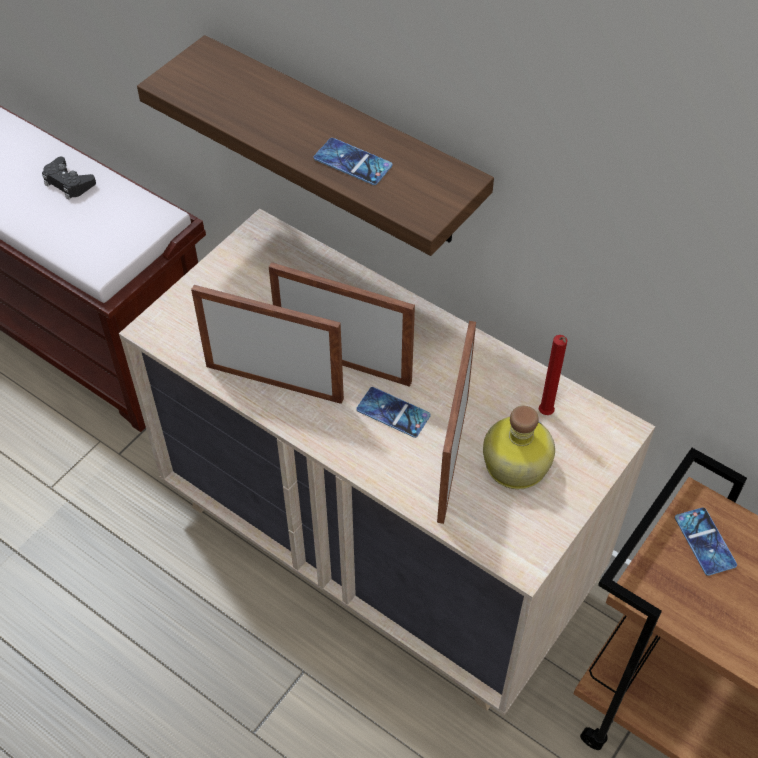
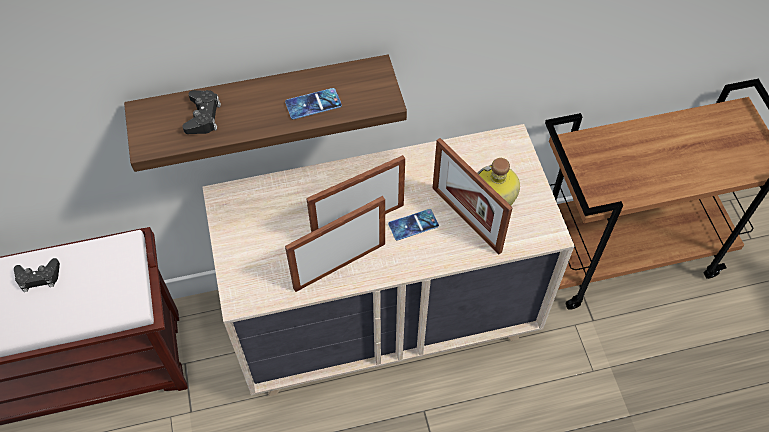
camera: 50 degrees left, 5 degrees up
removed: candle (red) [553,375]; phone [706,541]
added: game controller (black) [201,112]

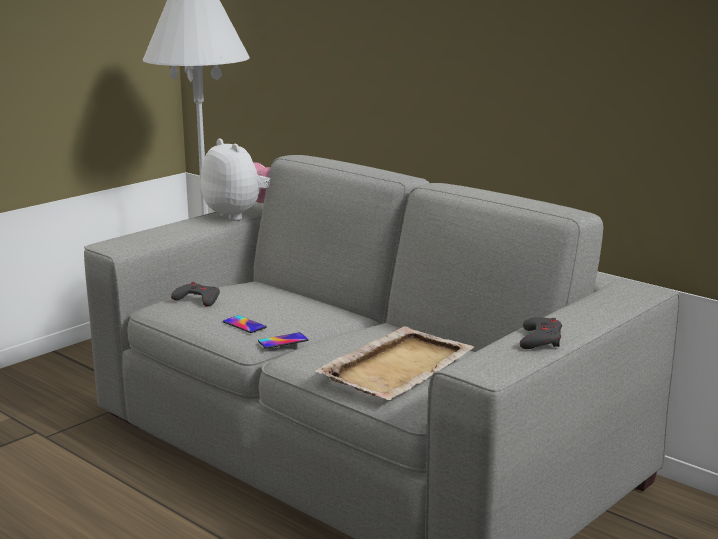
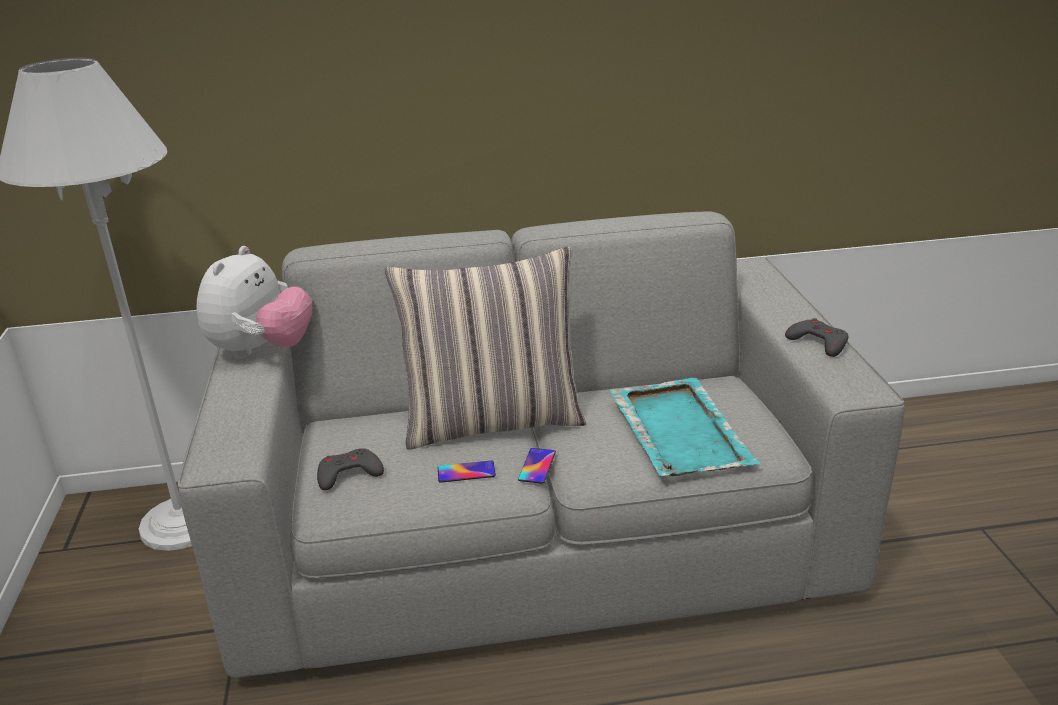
camera: 50 degrees left, 10 degrees up
added: pillow [485,348]
recoloured: tray (beige) [395,363] to tray (turquoise) [685,427]
turned: plush toy [236,179] = [254,302] 105 degrees clockwise

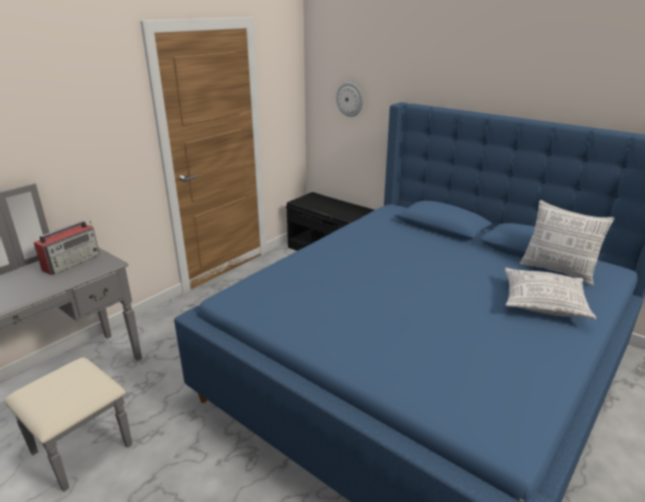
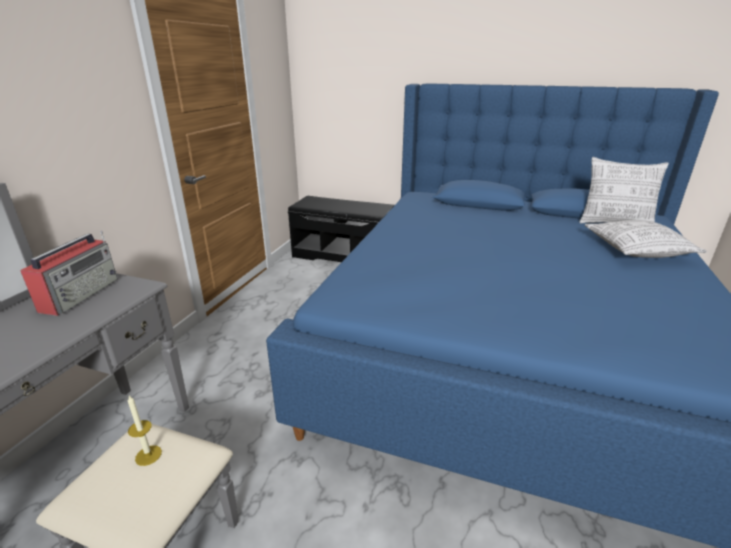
camera: 20 degrees left, 0 degrees up
removed: wall clock [349,99]
added: candle [145,431]

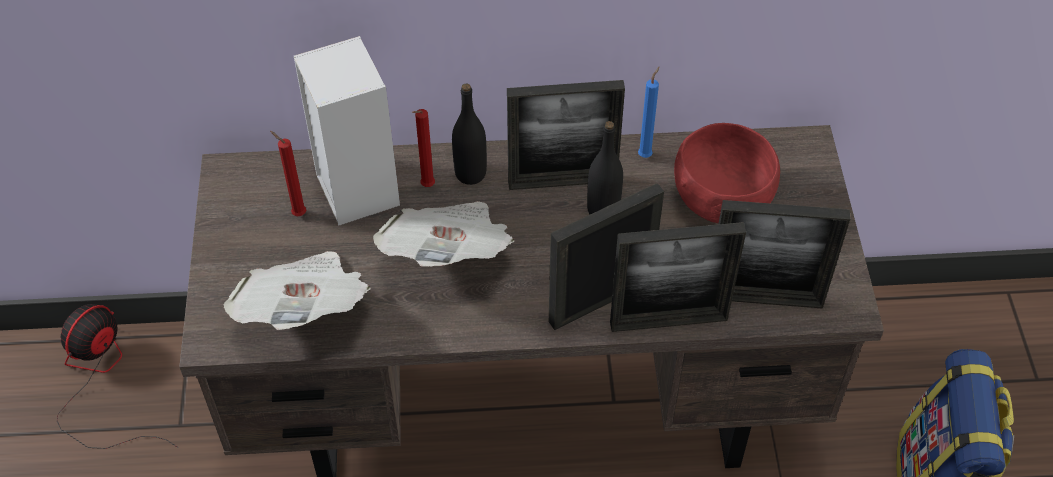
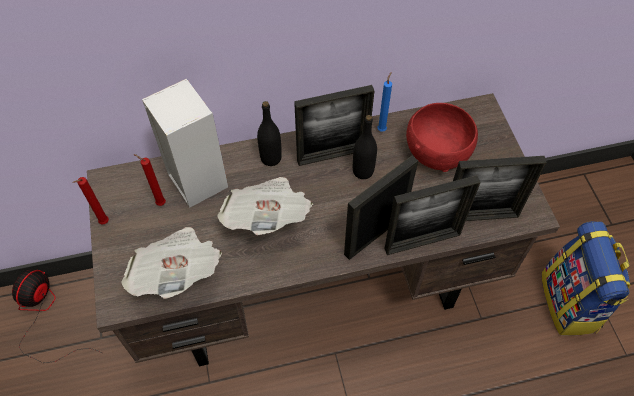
camera: 10 degrees left, 5 degrees up
moved: candle (red) [423,148] to [90,201]

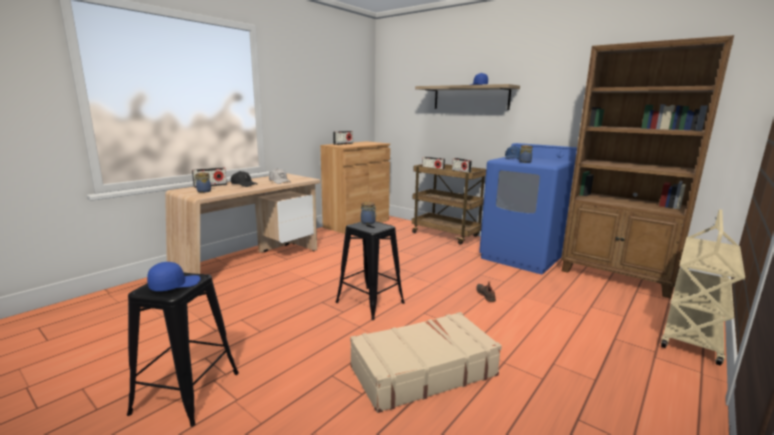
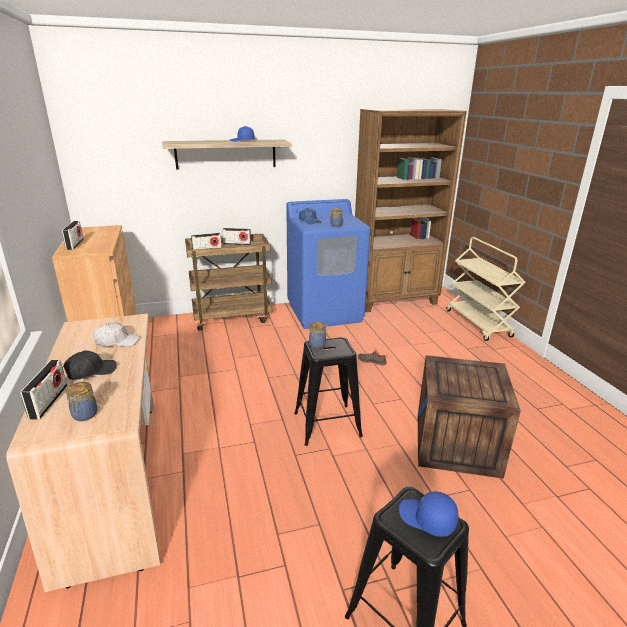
camera: 55 degrees left, 10 degrees up
replaced: suitcase (beige) [426,362] to crate [469,417]
turned: cap (blue) [174,276] = [428,514] 45 degrees counterclockwise

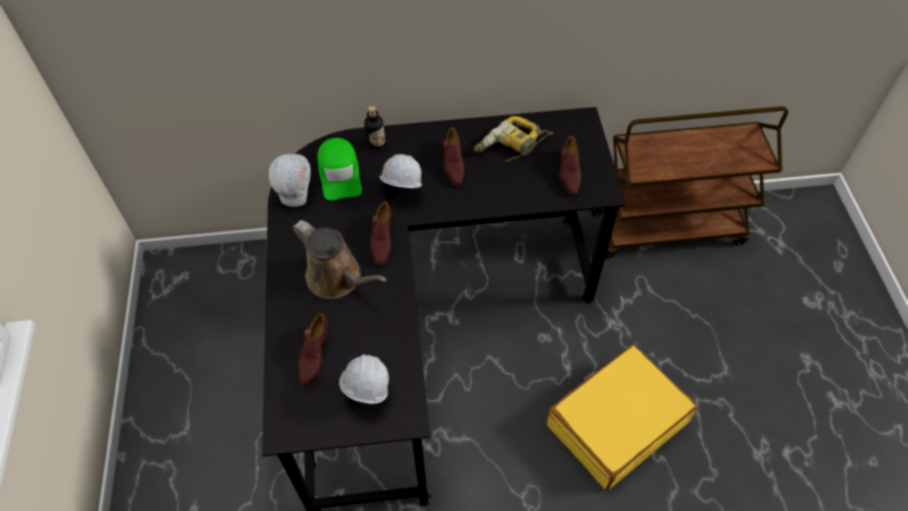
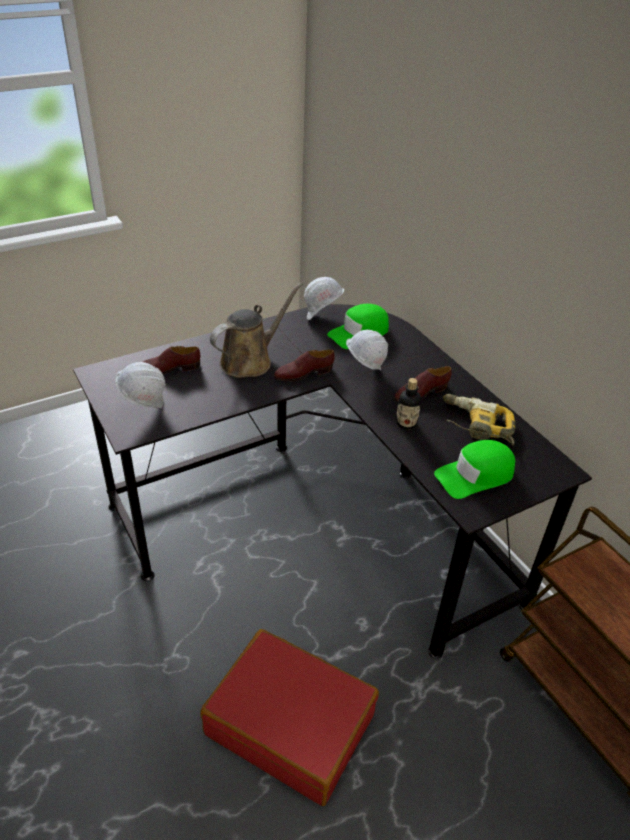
camera: 65 degrees right, 15 degrees down
moved: bottle [374,127] to [408,404]
replaced: shoe (brown) [570,165] to cap (green) [474,469]
recoloured: suitcase (yellow) [622,417] to suitcase (red) [290,717]
turned: watering can (brown) [340,259] = [256,330] 150 degrees counterclockwise

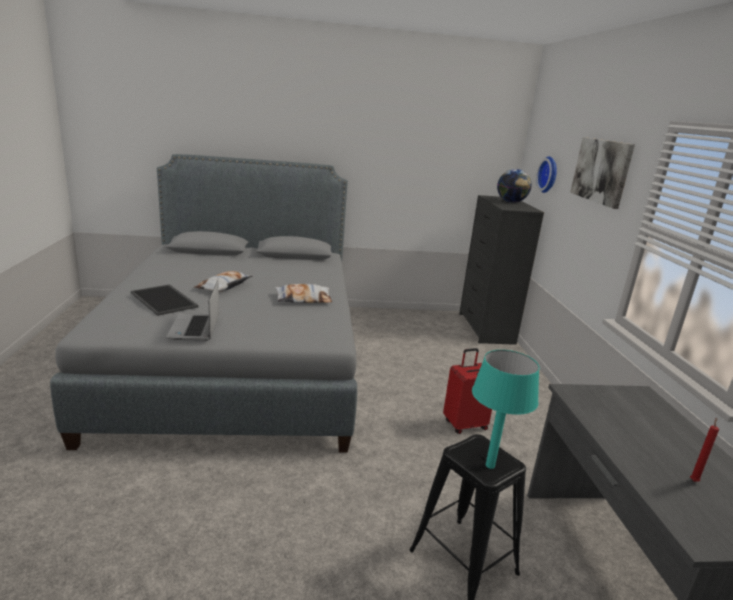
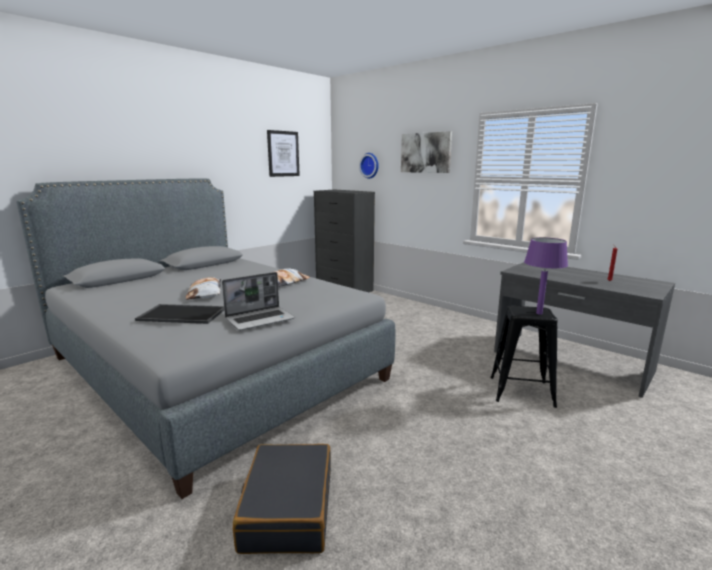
camera: 40 degrees left, 5 degrees down
removed: globe [514,186]; suitcase (red) [467,391]
added: picture [283,153]; suitcase (black) [282,499]
recoloured: table lamp (turquoise) [506,409] to table lamp (purple) [546,276]
turned: laptop [192,310] = [258,301] 75 degrees counterclockwise

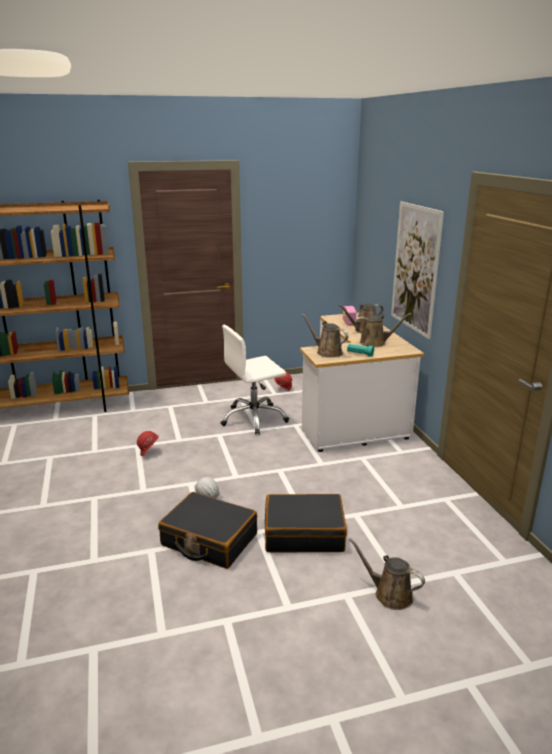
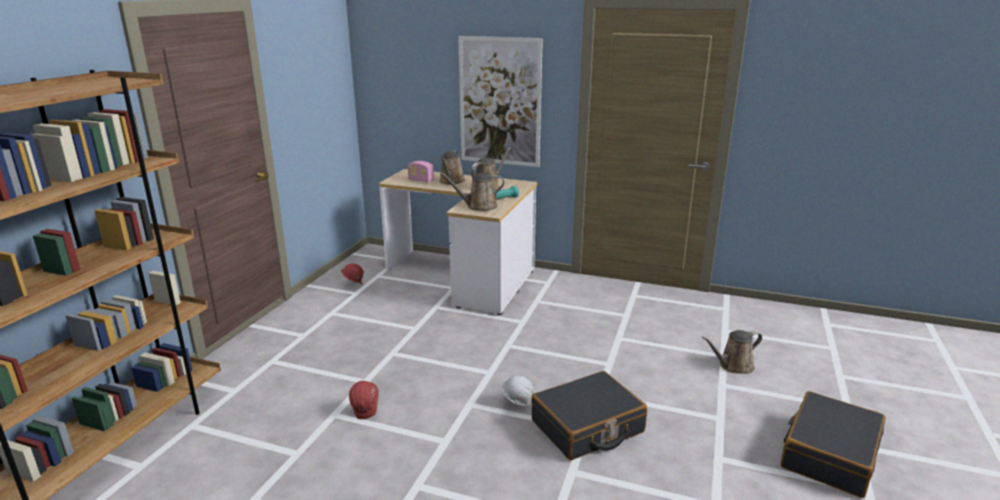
camera: 55 degrees left, 0 degrees up
removed: office chair (white) [255,380]
moved: suitcase (black) [306,523] to [833,444]

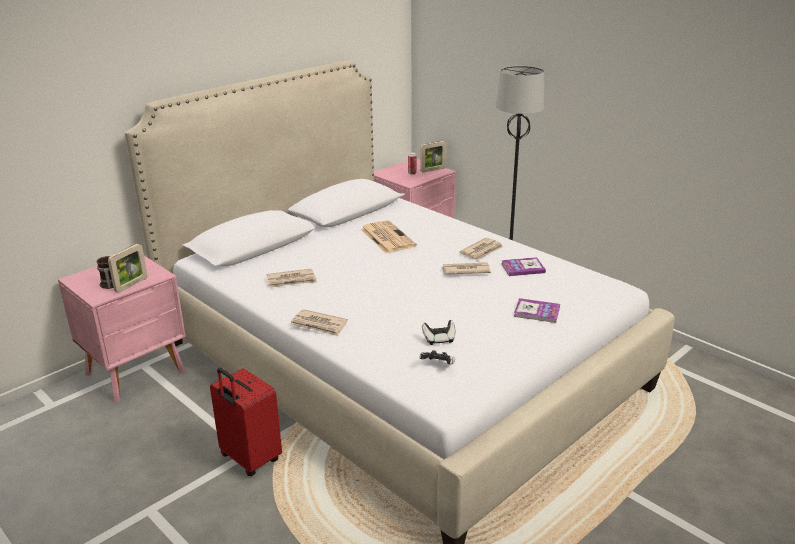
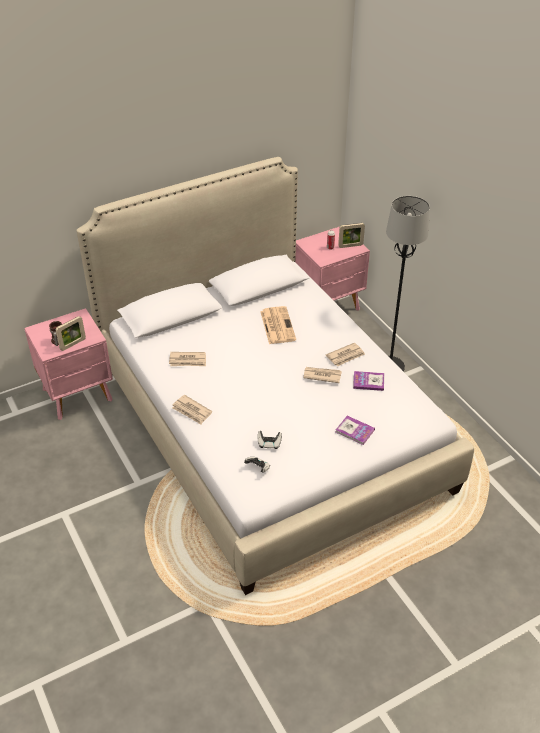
camera: 15 degrees right, 15 degrees up
removed: suitcase (red) [246,422]

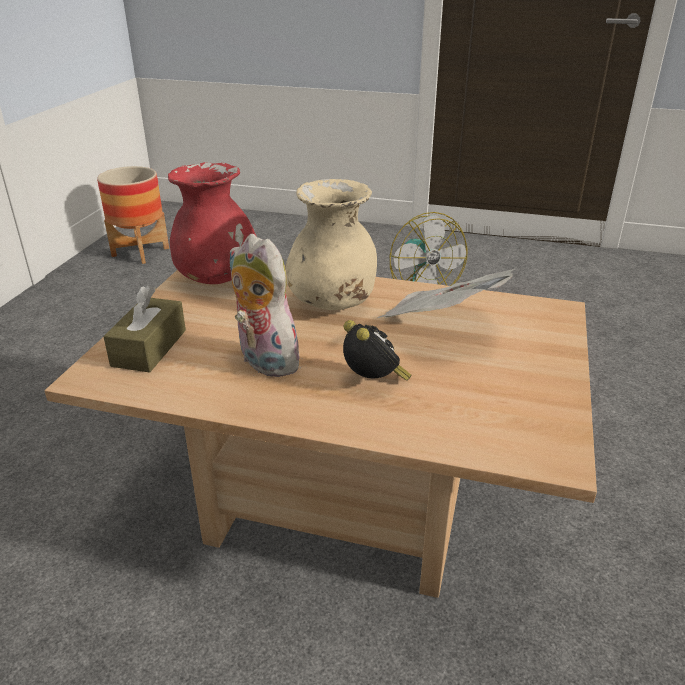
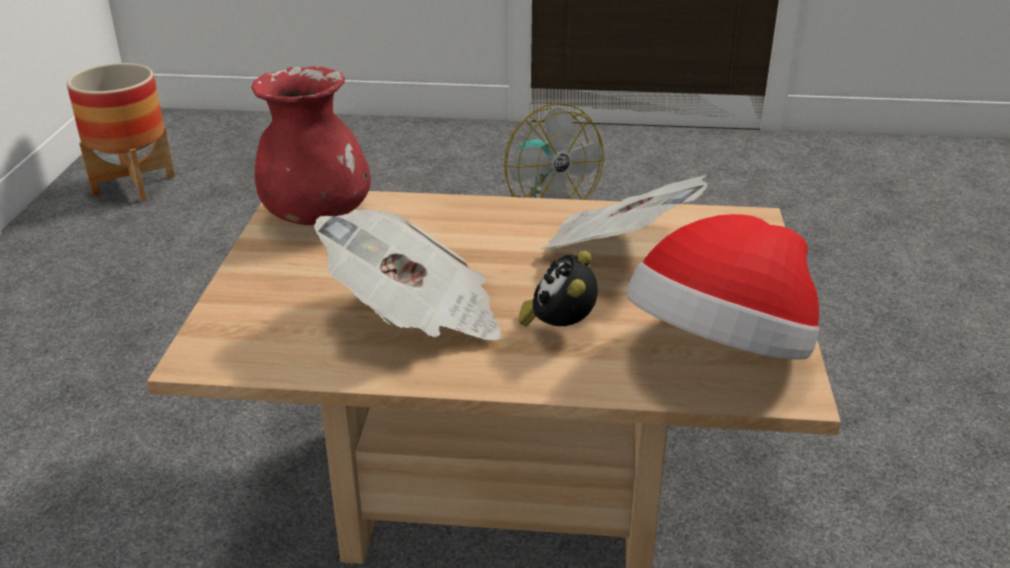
camera: 10 degrees left, 0 degrees up
removed: vase (beige) [331,244]; tissue box (brown) [144,328]
added: hat [722,287]
replaced: plush toy [267,305] to newspaper [408,275]
turned: alarm clock [377,350] = [558,288] 135 degrees counterclockwise

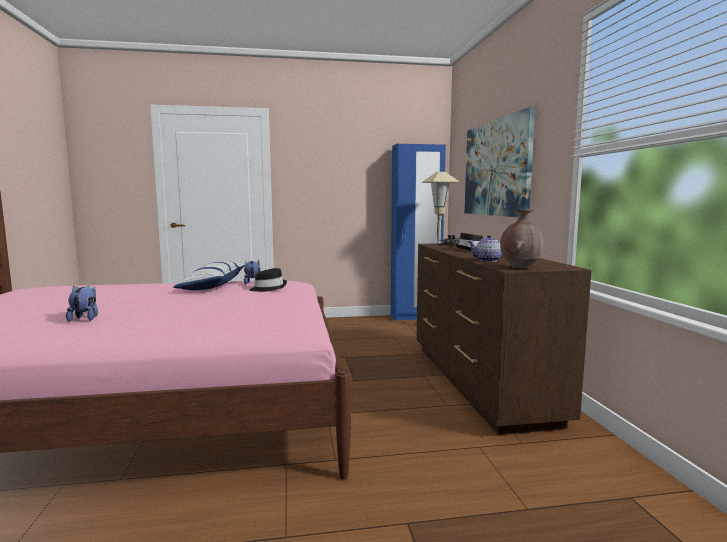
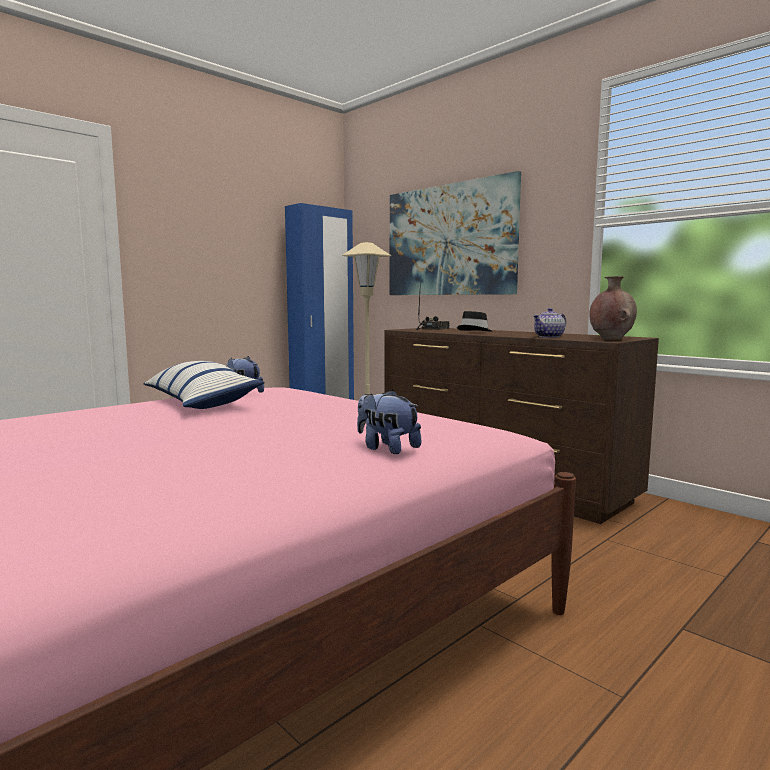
camera: 35 degrees left, 0 degrees up
removed: hat (black) [268,280]
moved: plush toy [82,303] to [389,421]

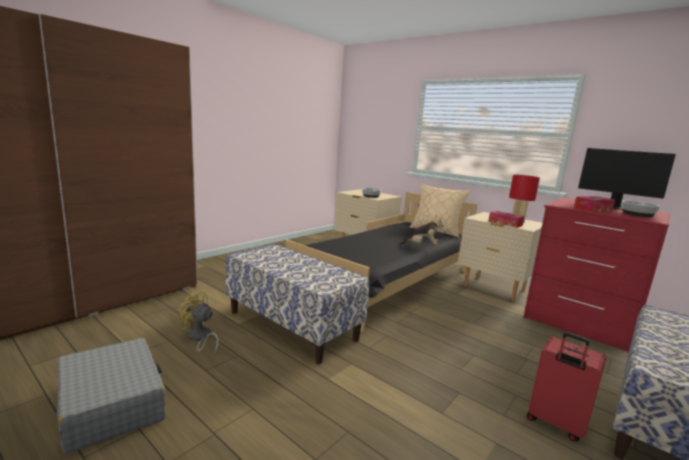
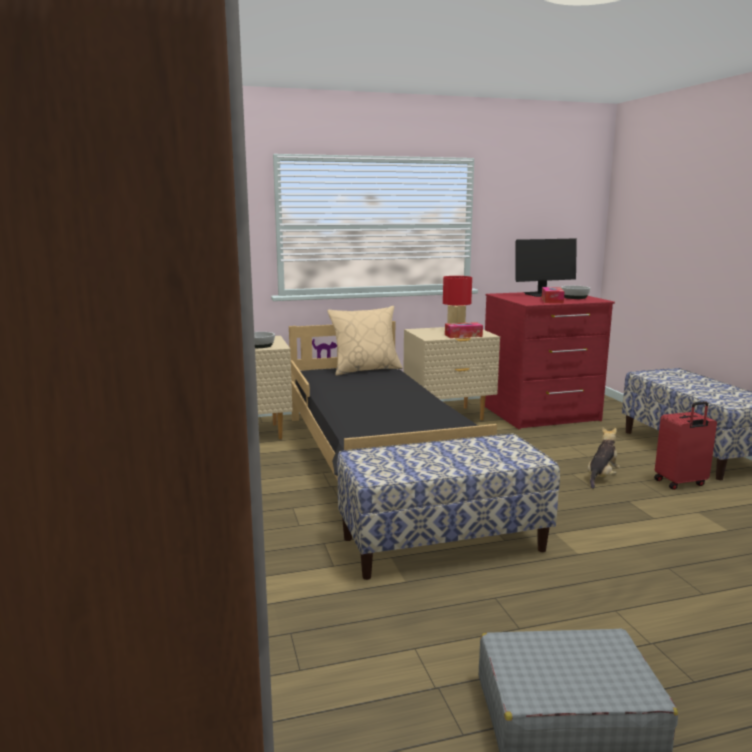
camera: 55 degrees left, 0 degrees up
removed: fan (yellow) [198,322]
moved: plush toy [422,229] to [604,458]

